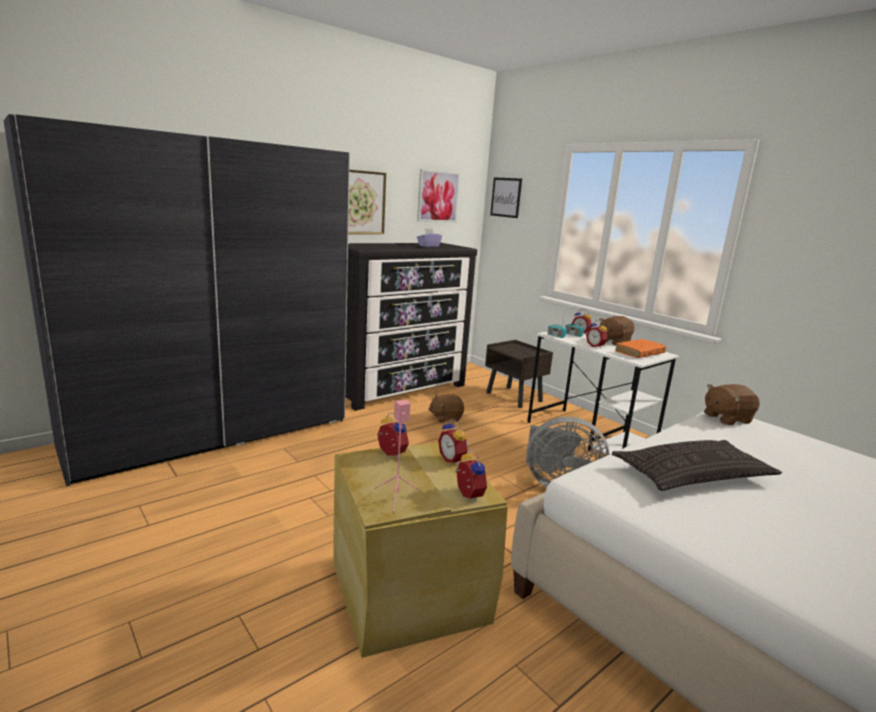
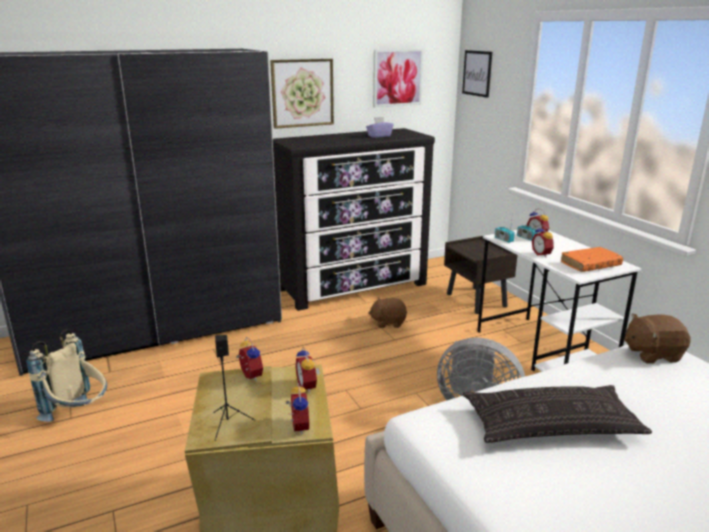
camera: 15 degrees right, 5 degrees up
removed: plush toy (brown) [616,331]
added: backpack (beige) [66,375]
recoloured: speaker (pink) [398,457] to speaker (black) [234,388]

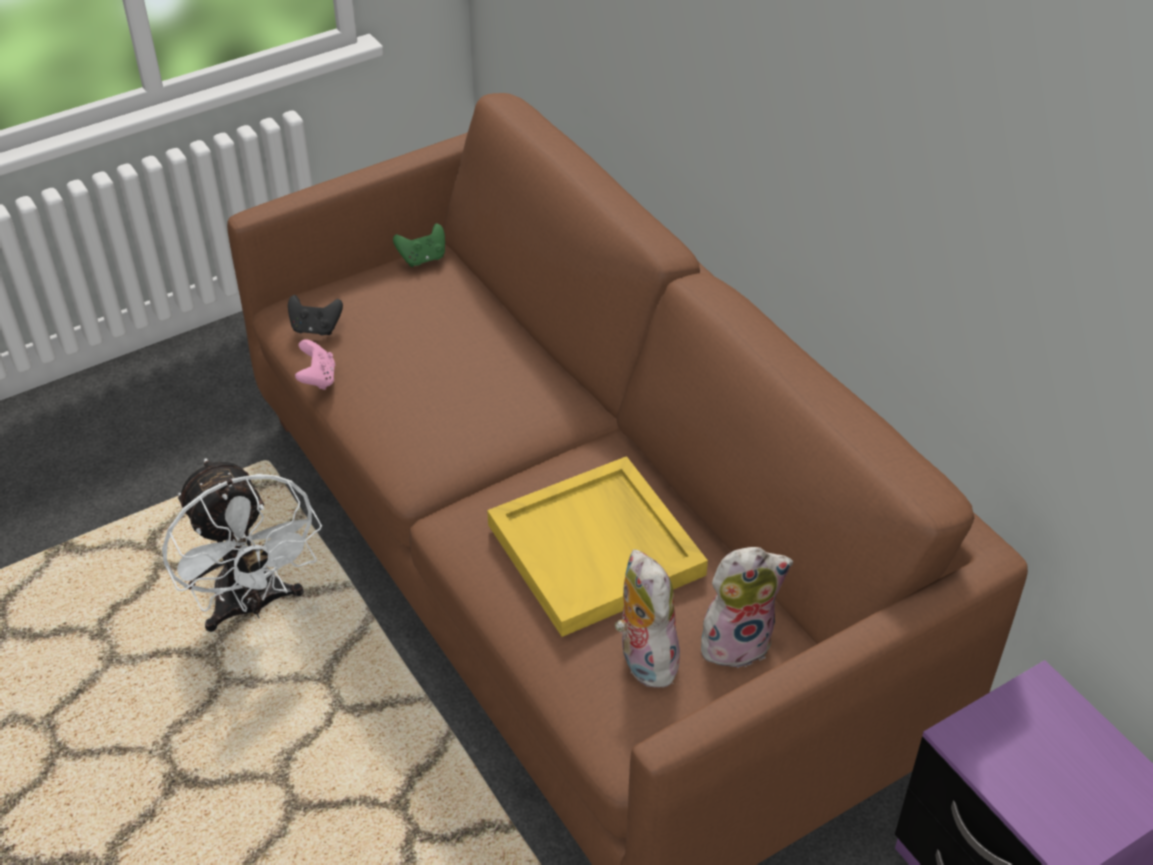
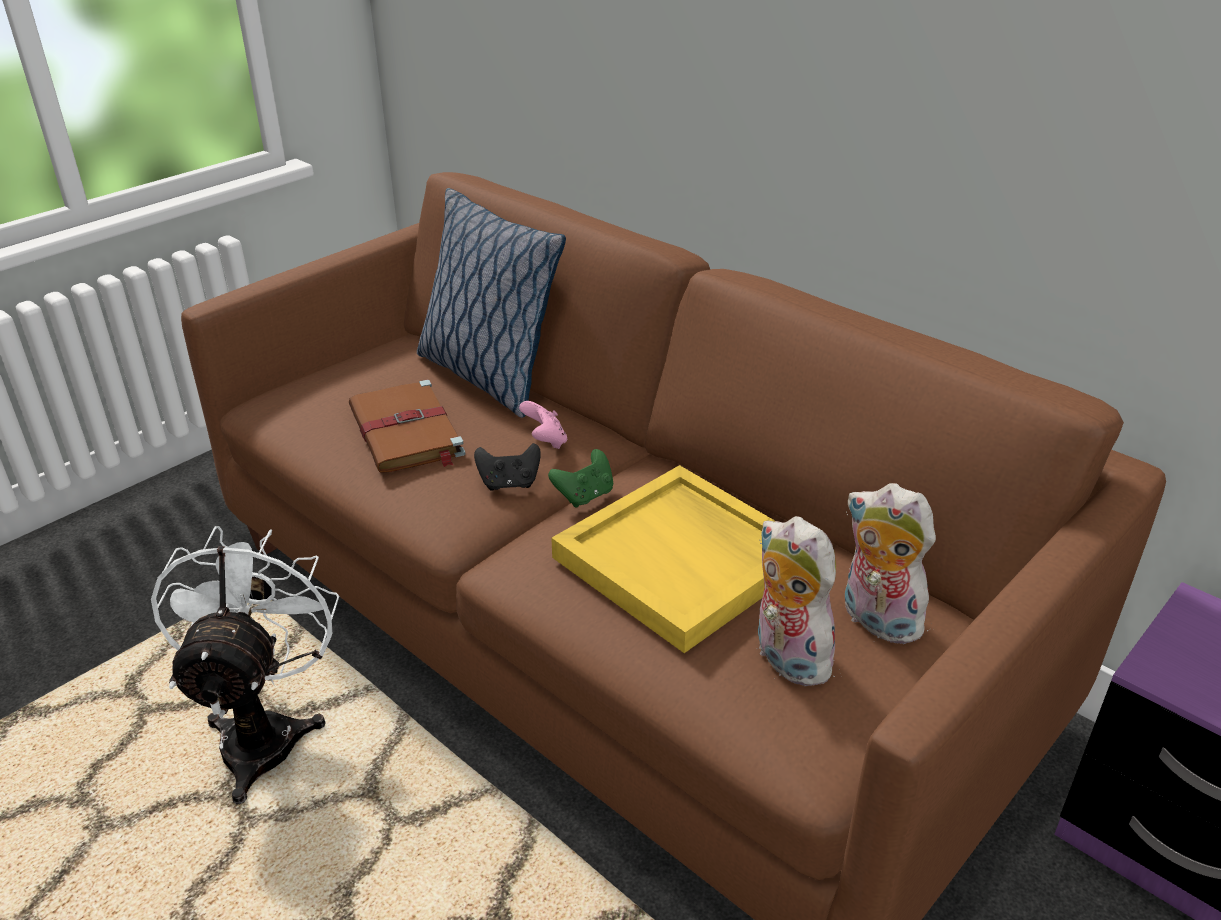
camera: 15 degrees left, 10 degrees down
added: pillow [491,303]; book (brown) [407,426]
moved: game controller (green) [419,245] to [580,478]; game controller (black) [315,315] to [507,467]; game controller (pink) [315,364] to [543,425]
turned: fan (white) [242,545] = [245,665] 135 degrees counterclockwise; plush toy [747,609] = [890,563] 105 degrees counterclockwise

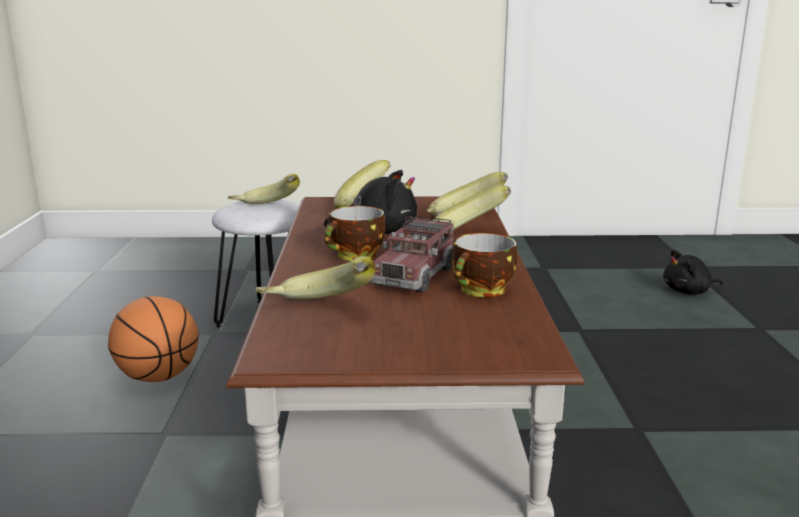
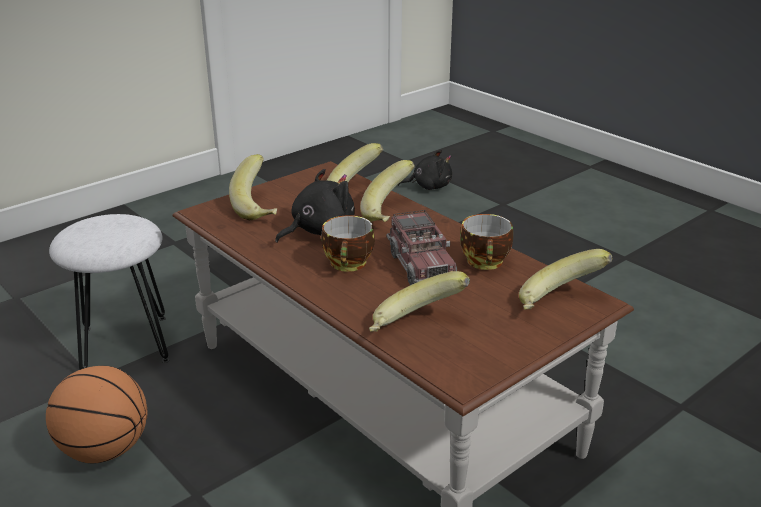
camera: 40 degrees left, 10 degrees up
moved: banana [264,189] to [565,279]
turned: plush toy (black) [693,272] = [424,170] 135 degrees counterclockwise

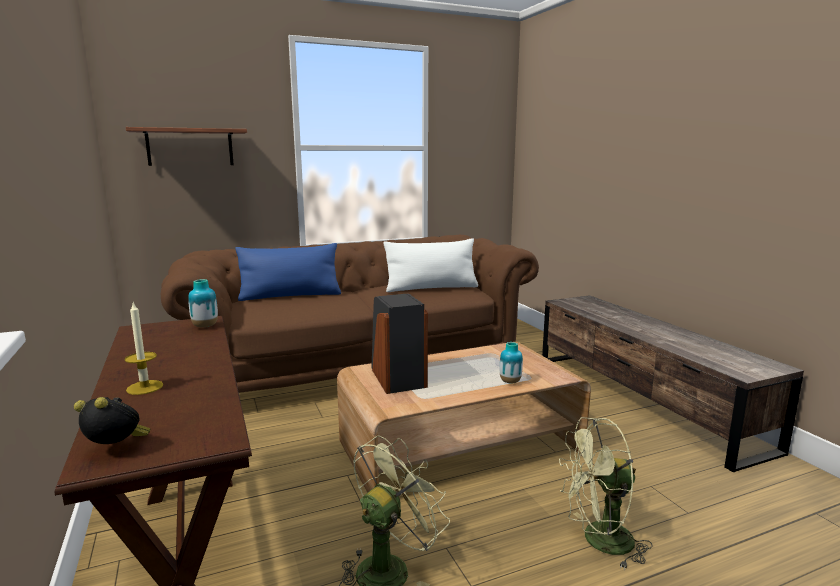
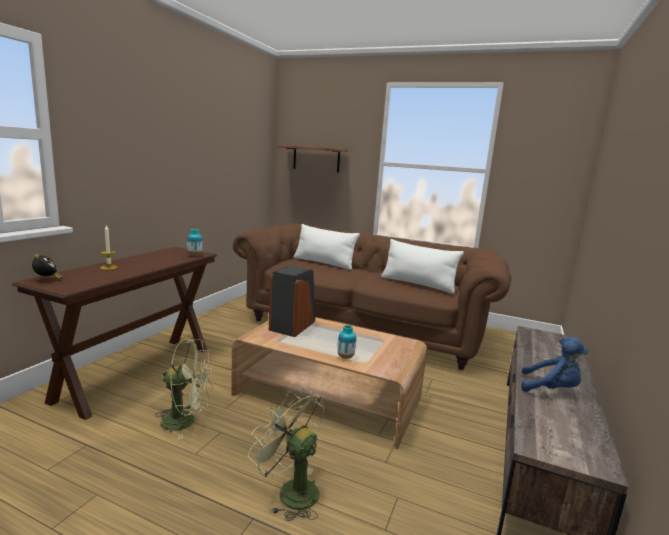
camera: 45 degrees right, 0 degrees up
added: plush toy (blue) [554,364]
recoloured: pillow (blue) [288,272] to pillow (white) [327,247]

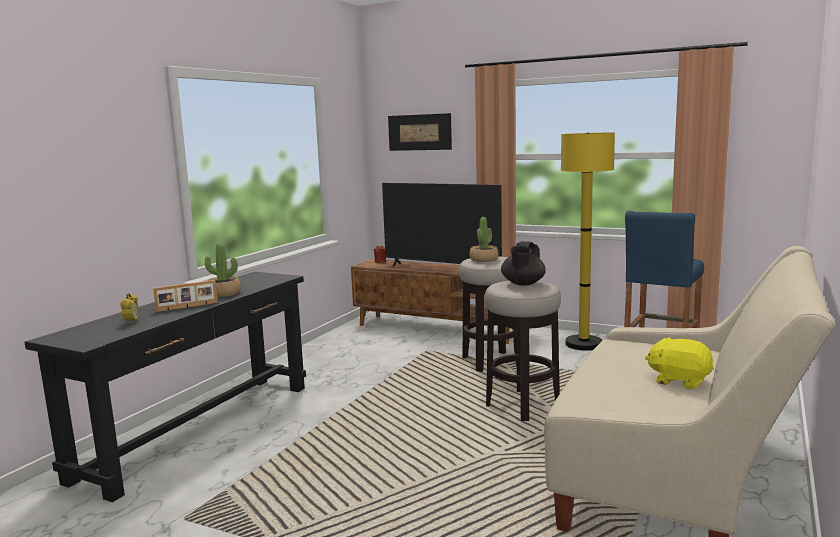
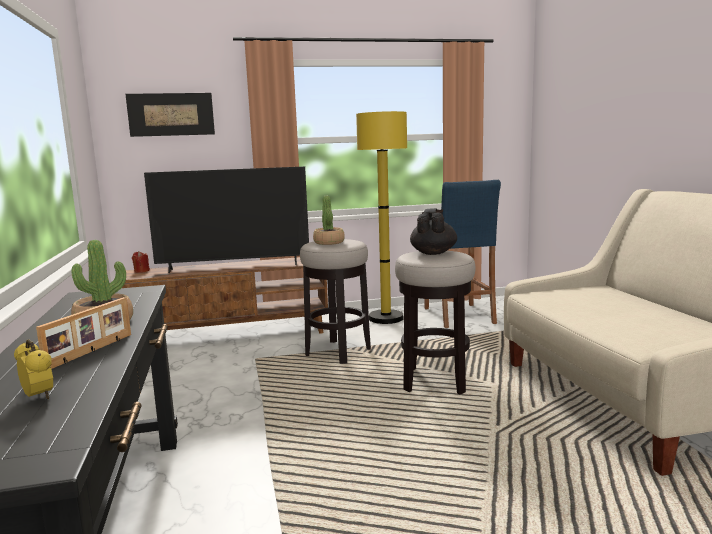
camera: 40 degrees left, 0 degrees up
removed: plush toy (yellow) [679,363]
turned: teapot (black) [523,263] = [433,231] 150 degrees counterclockwise

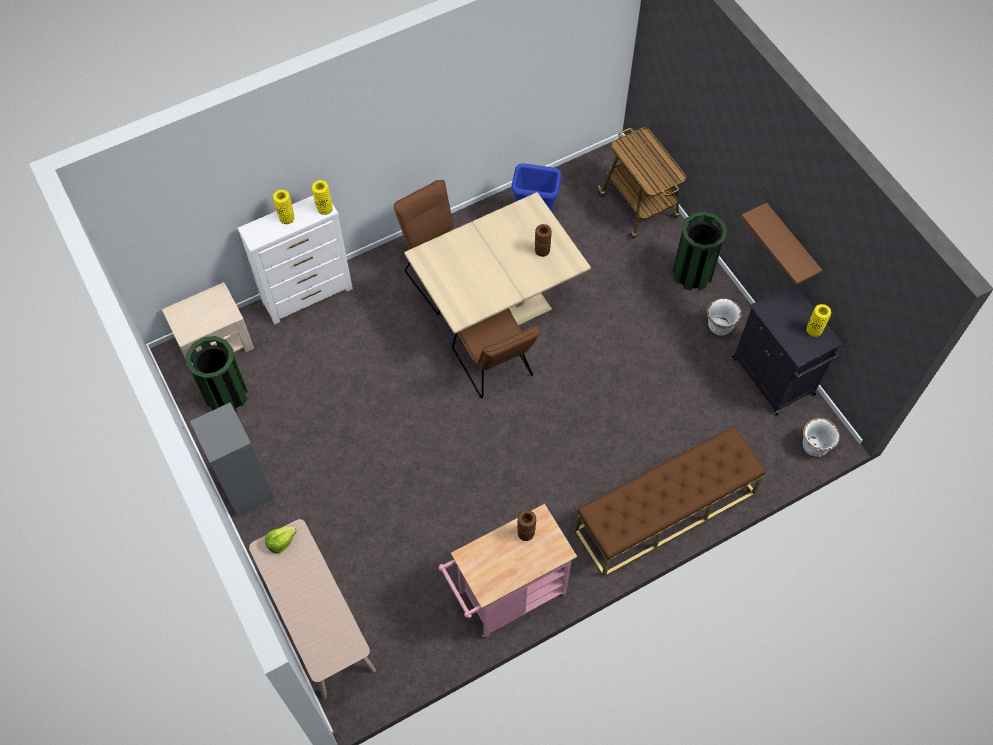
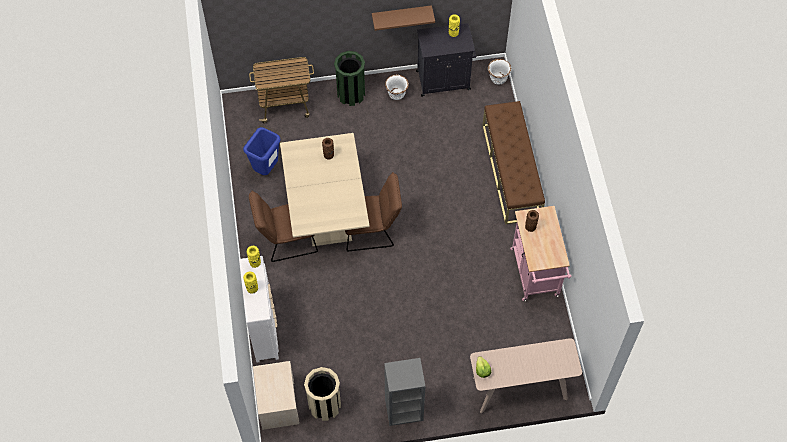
camera: 70 degrees left, 0 degrees up
recoloured: trash can (green) [217,374] to trash can (beige) [322,394]

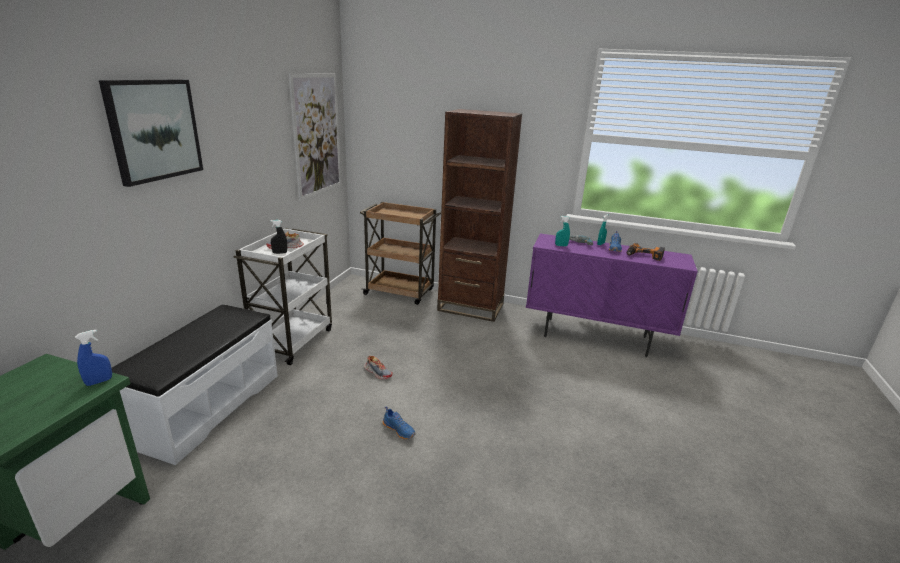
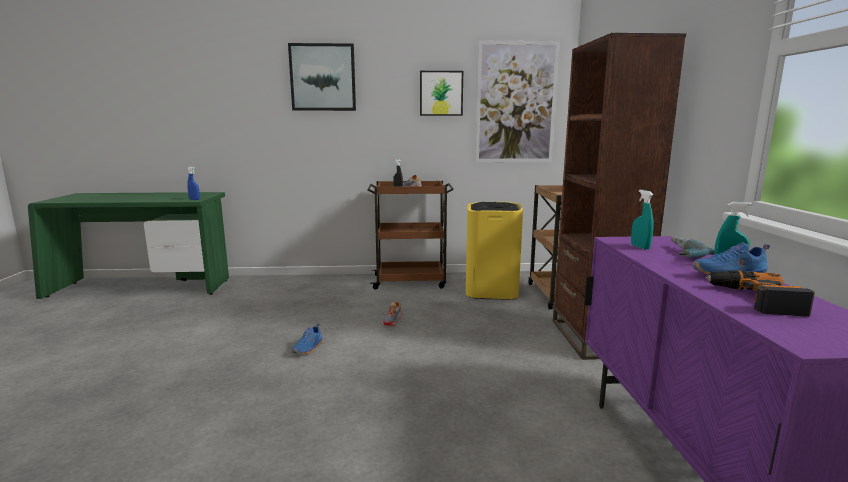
camera: 70 degrees right, 10 degrees down
removed: bench (white) [194,384]
added: picture [441,93]; trash can (yellow) [494,251]
recoloured: cart (white) [282,296] to cart (brown) [411,235]

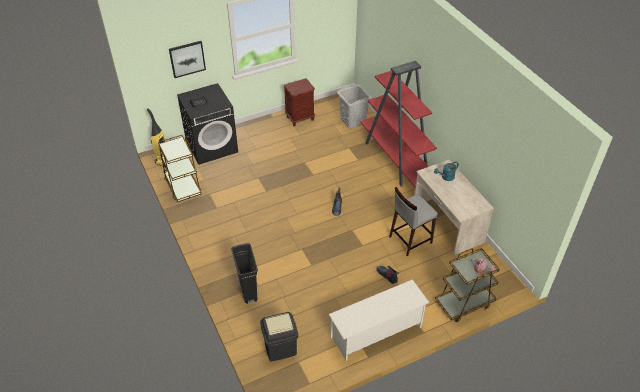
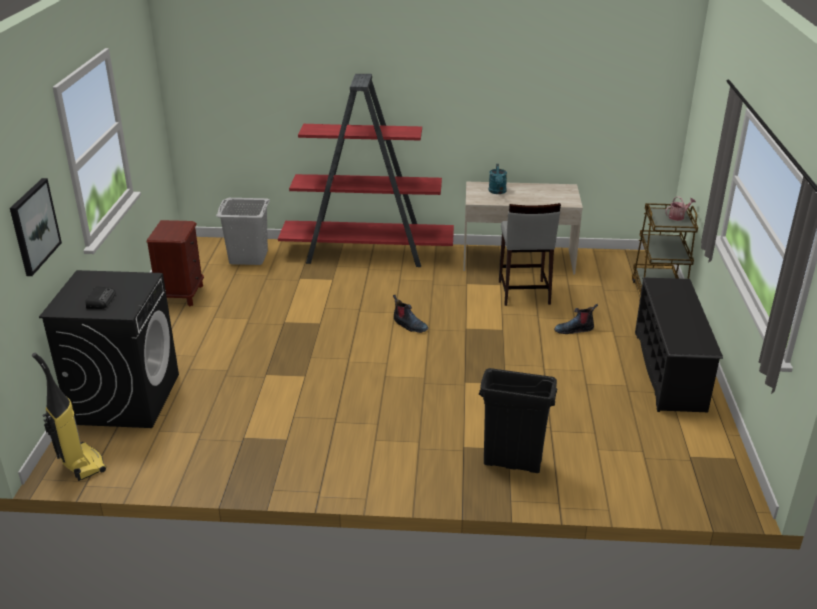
camera: 60 degrees left, 15 degrees down
removed: cart (brown) [180,168]; trash can (black) [279,336]
recoloured: shoe rack (white) [379,320] to shoe rack (black) [679,344]

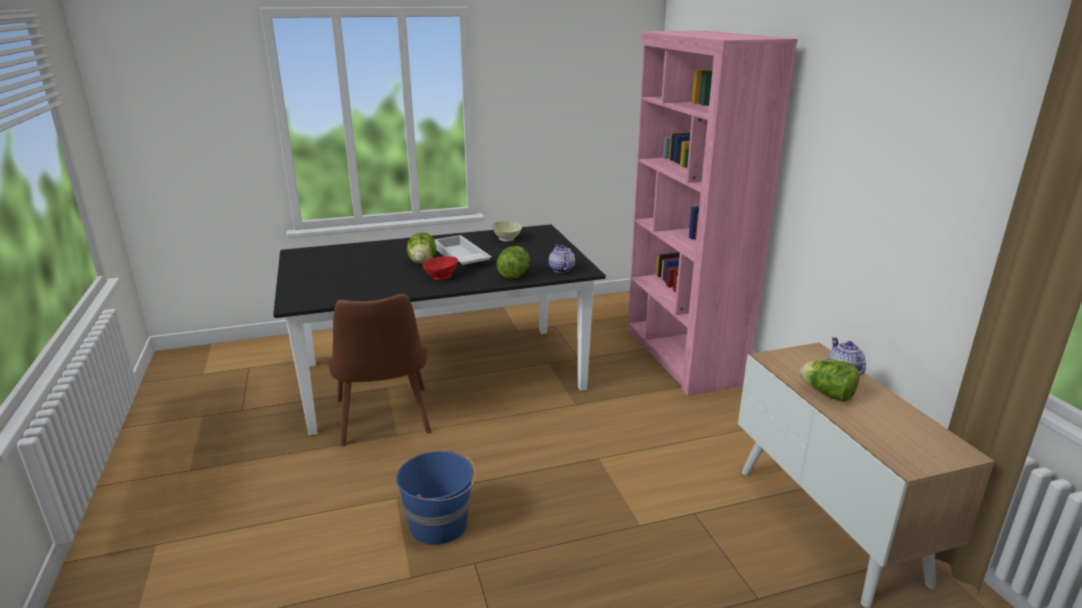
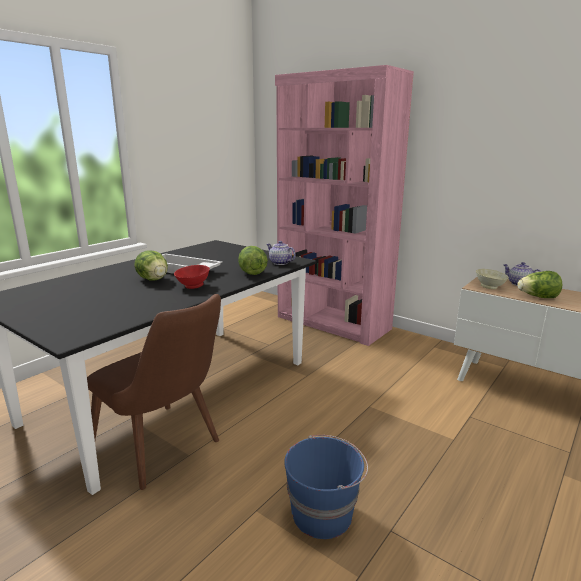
camera: 35 degrees left, 5 degrees down
moved: bowl (beige) [507,231] to [492,279]

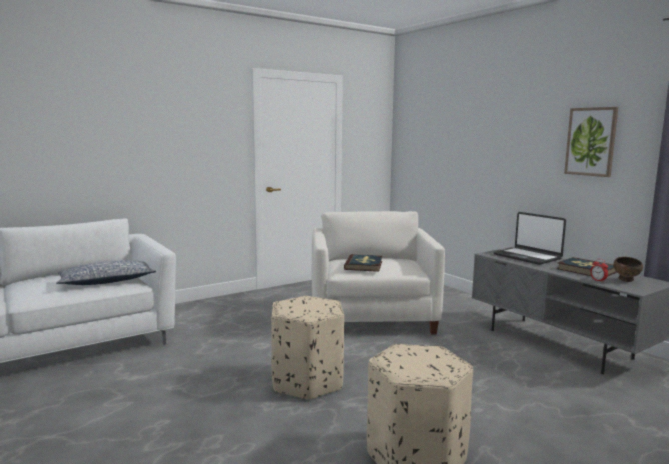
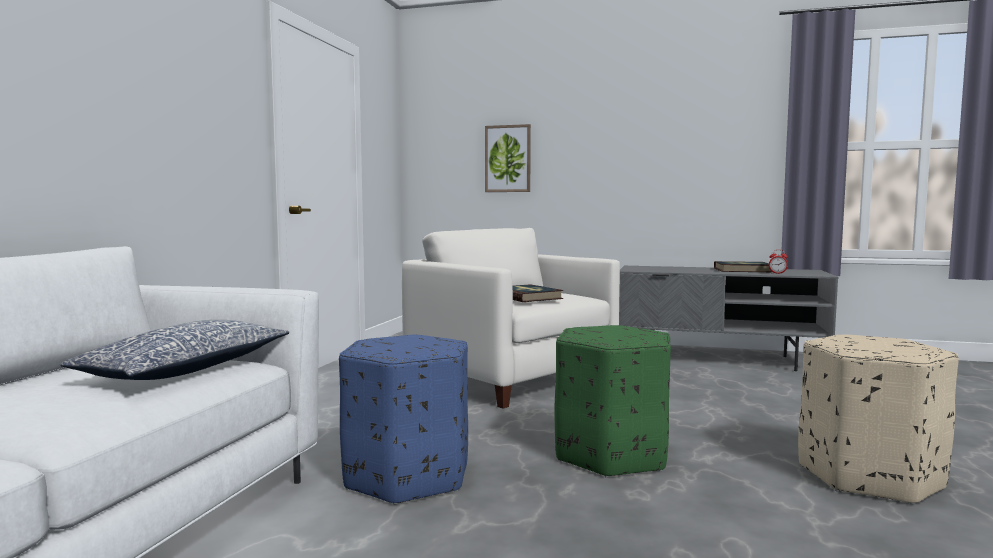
camera: 40 degrees left, 5 degrees down
removed: laptop [529,238]; bowl (brown) [628,269]
added: ottoman (blue) [403,419]
moved: picture [591,142] to [508,158]
recoloured: ottoman (beige) [307,348] to ottoman (green) [612,401]

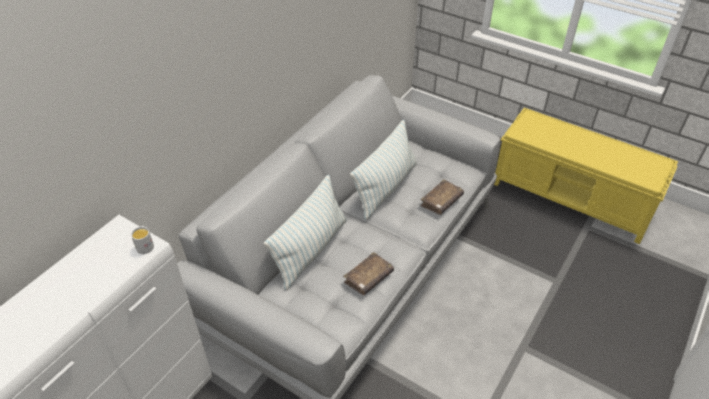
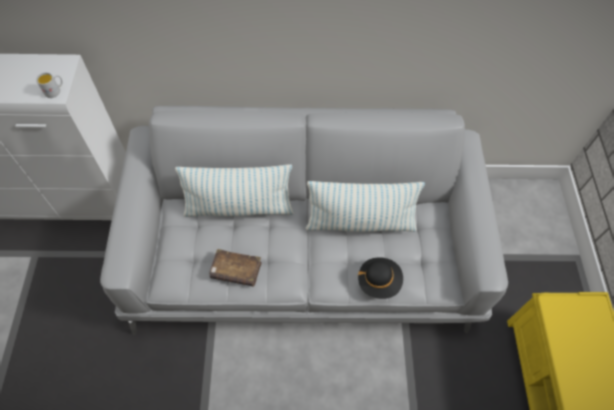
camera: 55 degrees right, 15 degrees up
replaced: book (brown) [442,197] to hat (black) [380,278]

